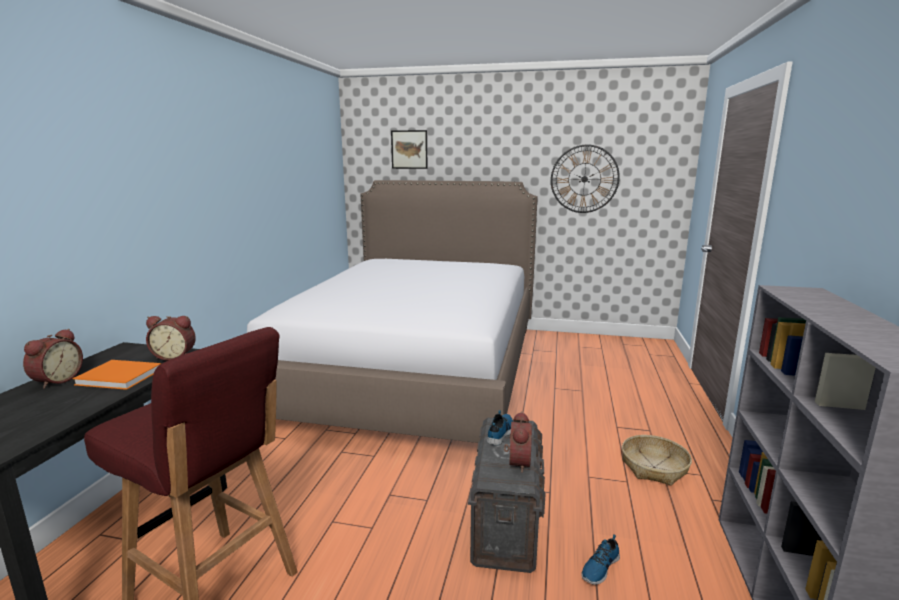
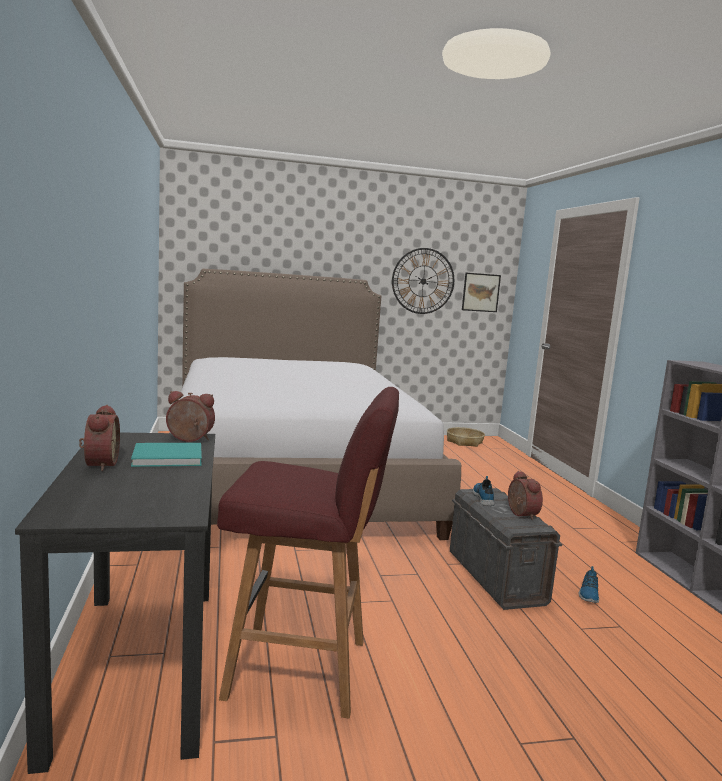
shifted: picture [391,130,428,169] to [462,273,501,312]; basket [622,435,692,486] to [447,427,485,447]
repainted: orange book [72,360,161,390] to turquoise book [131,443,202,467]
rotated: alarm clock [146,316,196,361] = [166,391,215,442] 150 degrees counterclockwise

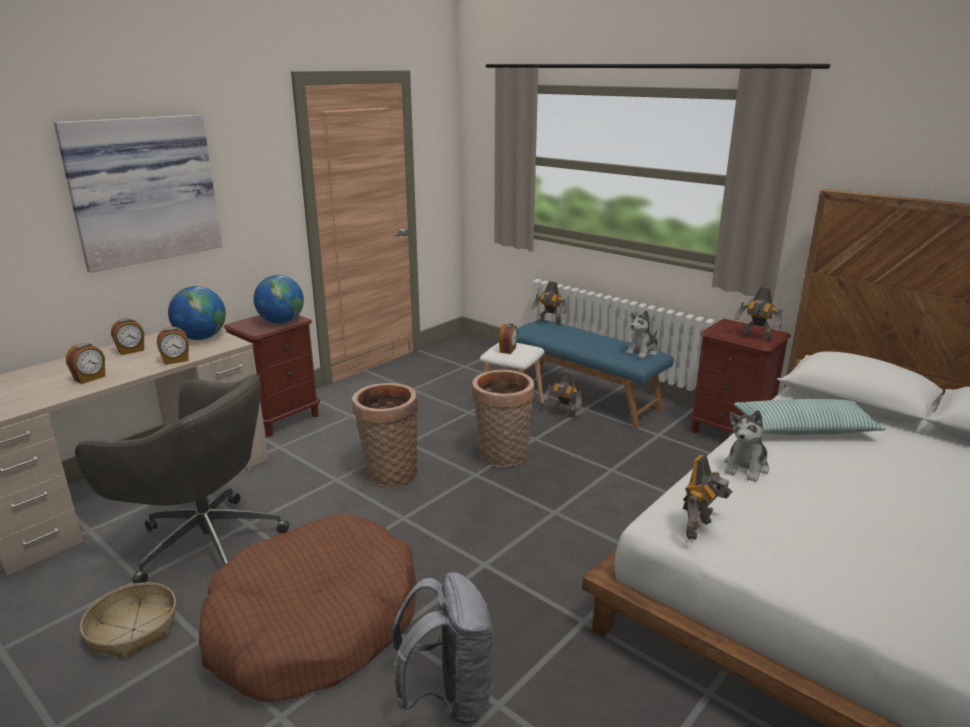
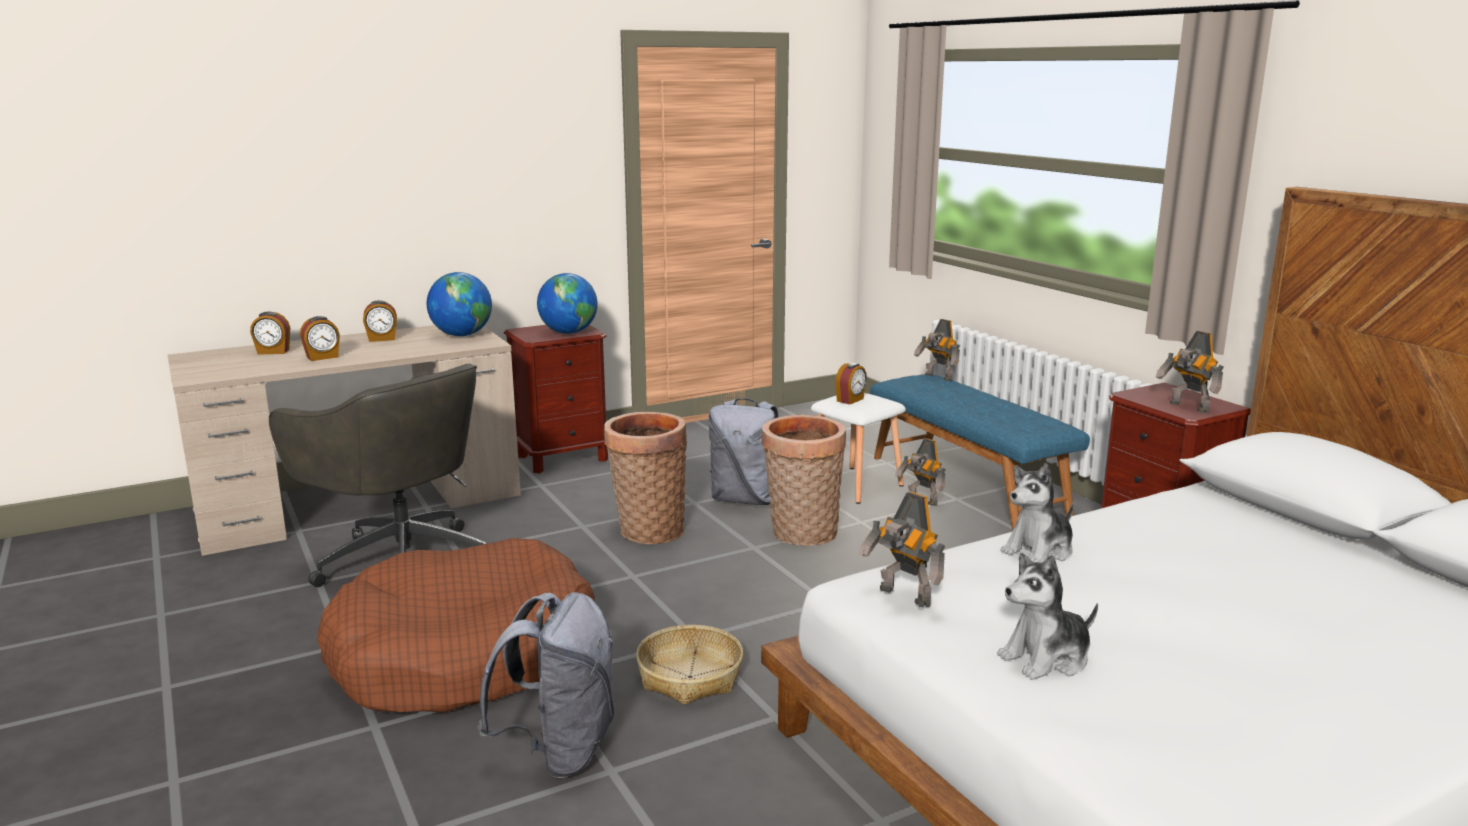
gone: picture [54,114,222,273]; pillow [734,399,886,435]
new: grey backpack [709,398,779,505]
shifted: plush toy [625,310,658,359] to [997,553,1098,680]; alarm clock [157,327,189,365] to [250,312,290,355]; basket [80,582,176,660] to [636,625,743,705]
rotated: toy robot [683,455,732,540] = [858,492,945,608] 75 degrees clockwise

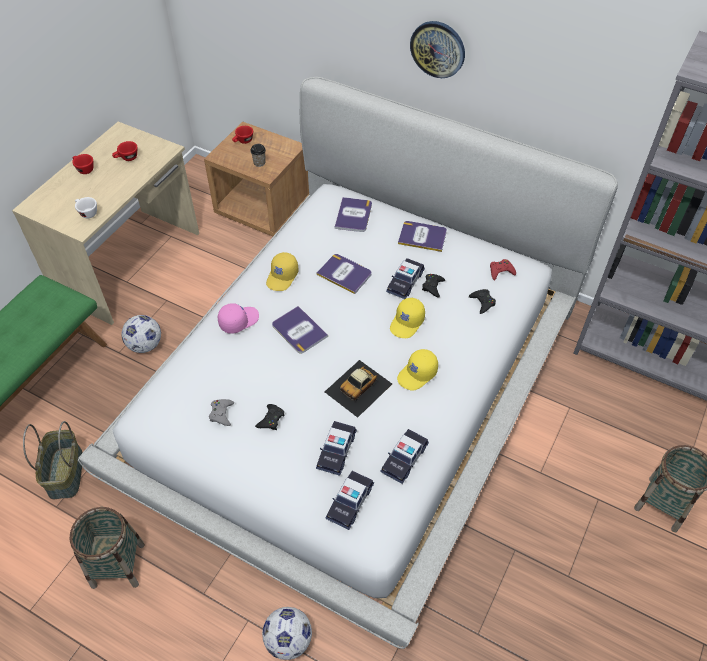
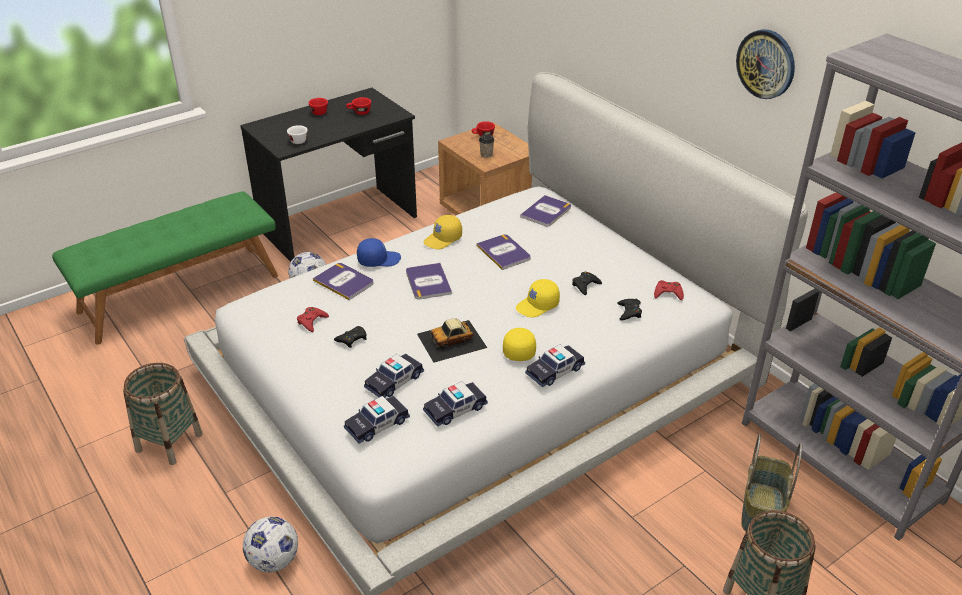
shifted: wall clock [410,21,465,78] to [736,29,795,99]; book [398,221,447,252] to [313,263,374,300]; toy car [386,258,425,299] to [525,344,585,387]; basket [23,421,83,499] to [741,434,802,531]
repainted: beige desk [12,122,199,325] to black desk [240,88,417,262]; pink cap [218,303,259,334] to blue cap [357,238,401,267]; grey game controller [209,399,234,426] to red game controller [297,307,329,332]
rotated: yellow cap [397,349,438,391] = [503,328,536,361] 105 degrees clockwise

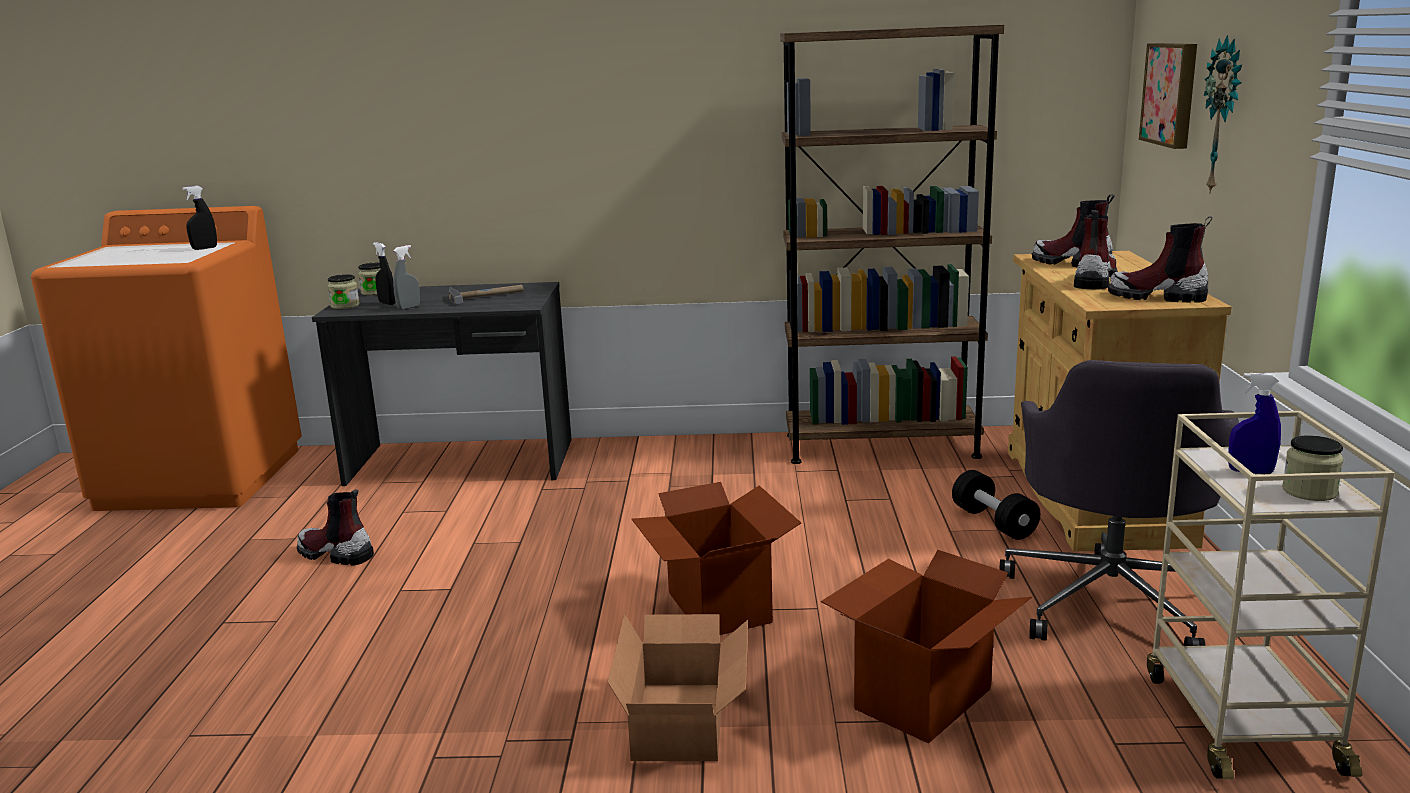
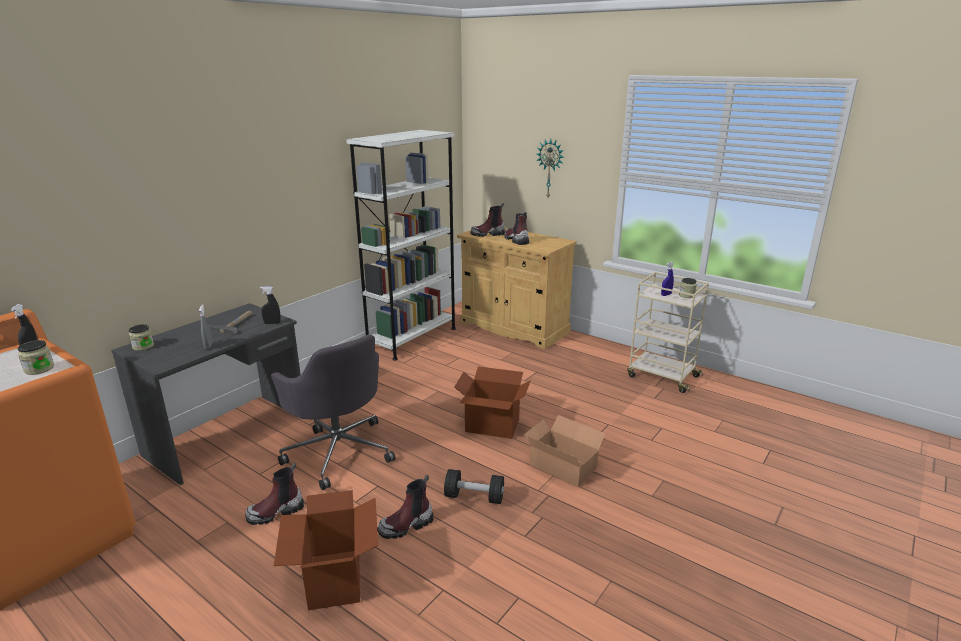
gone: picture [1139,43,1197,149]
shifted: boot [1108,216,1213,303] to [377,475,434,539]; black spray bottle [373,242,396,305] to [260,286,281,324]; jar [327,274,360,309] to [17,340,54,375]; grey office chair [999,360,1239,646] to [271,335,396,490]; black dumbbell [952,470,1040,540] to [444,469,504,504]; cardboard box [821,550,1032,744] to [274,490,378,610]
repainted: brown bookcase [780,25,1004,464] to white bookcase [346,130,456,361]

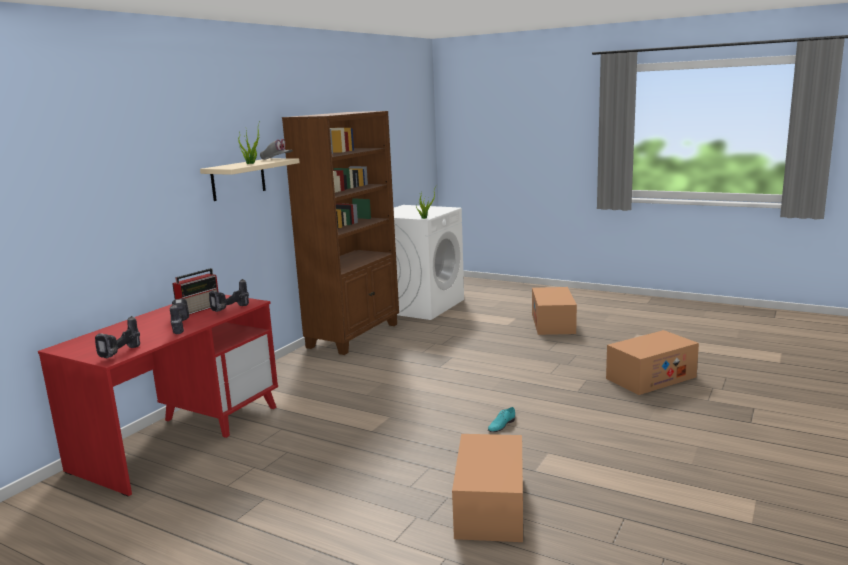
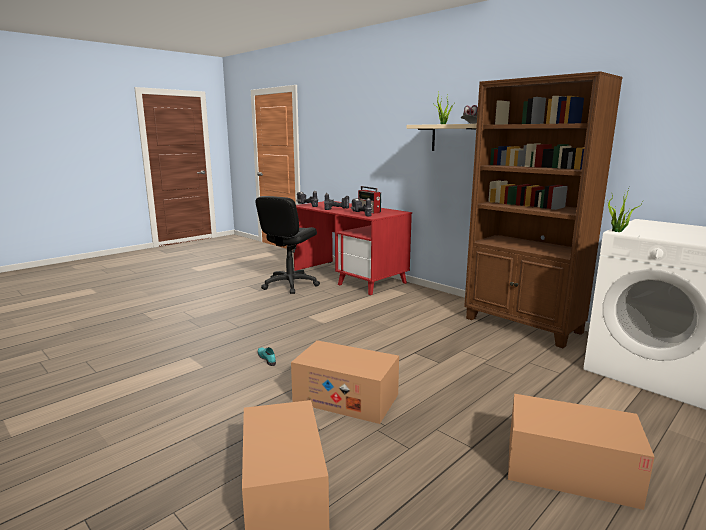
new: black office chair [255,196,320,294]
shifted: cardboard box [452,434,523,542] to [291,340,399,424]

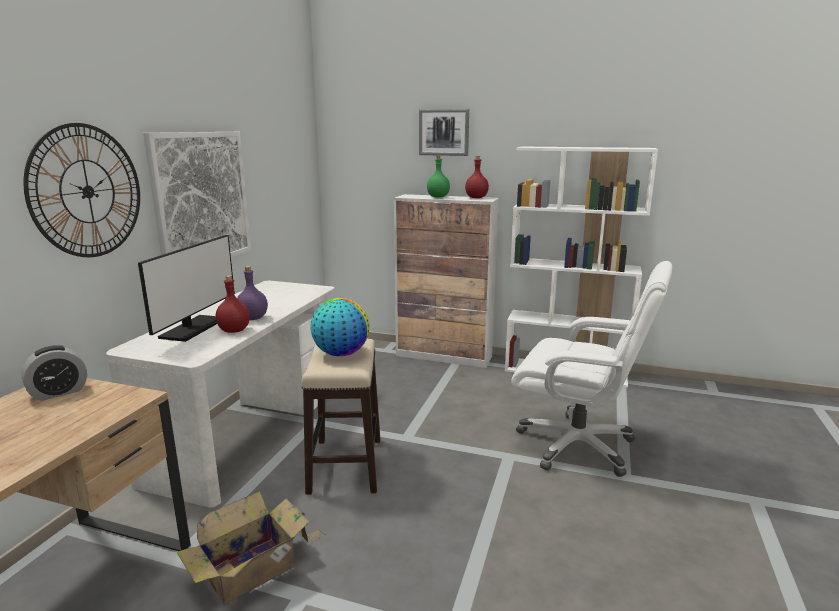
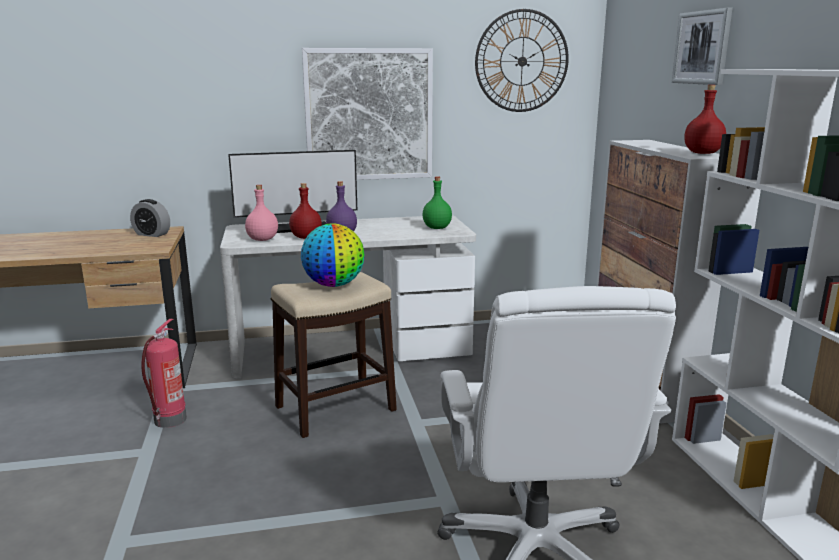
new: pink bottle [245,185,278,241]
shifted: wall clock [23,123,140,257] to [475,9,569,112]; green bottle [427,156,450,198] to [422,176,452,229]
swapped: cardboard box [177,491,326,605] to fire extinguisher [141,319,187,428]

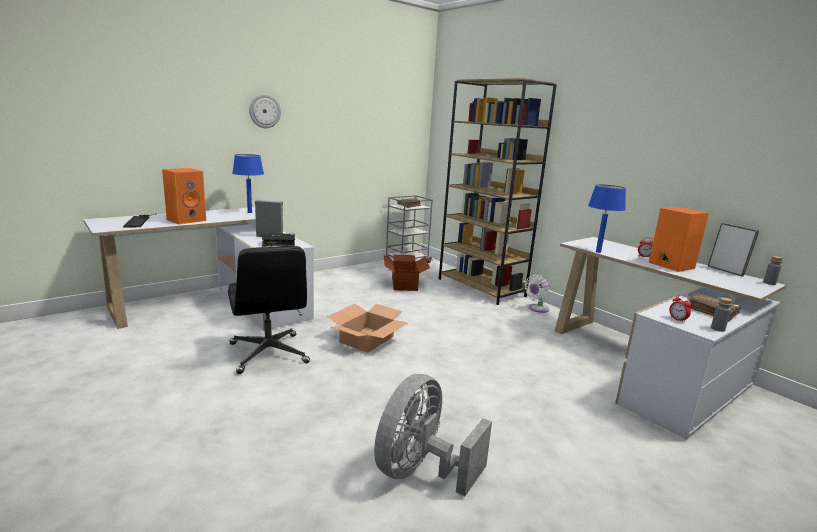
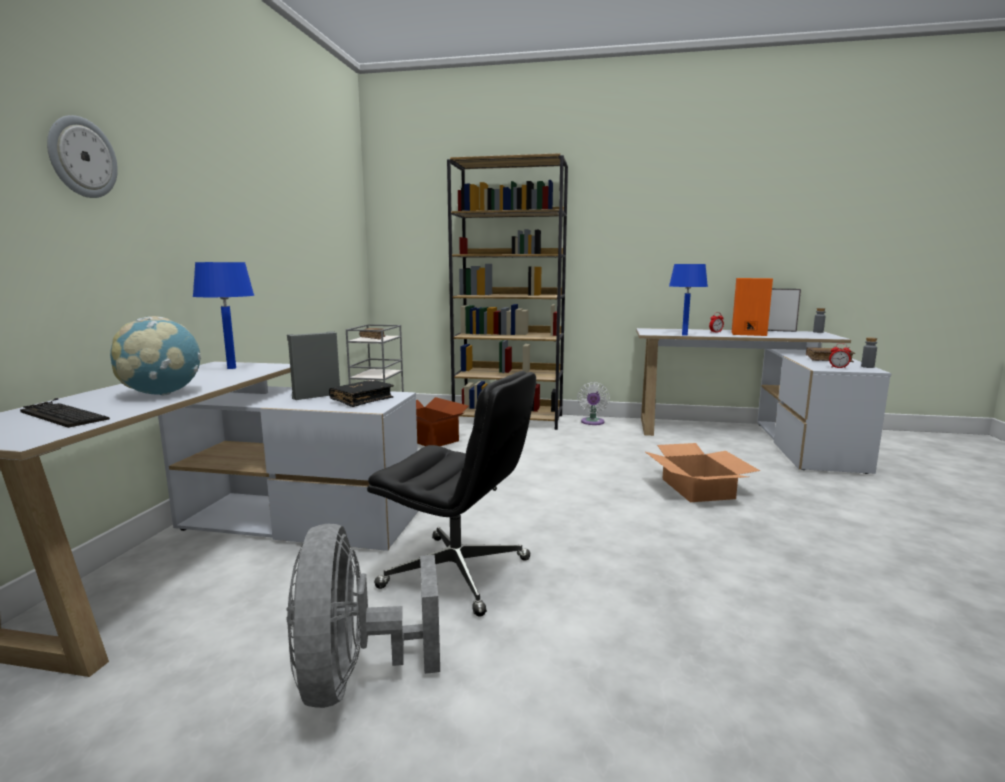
shifted: wall clock [249,94,281,128] to [47,115,118,198]; cardboard box [327,304,408,353] to [646,443,760,502]; grey fan [374,374,492,496] to [286,524,440,708]
swapped: orange speaker [162,168,206,224] to globe [110,316,201,396]

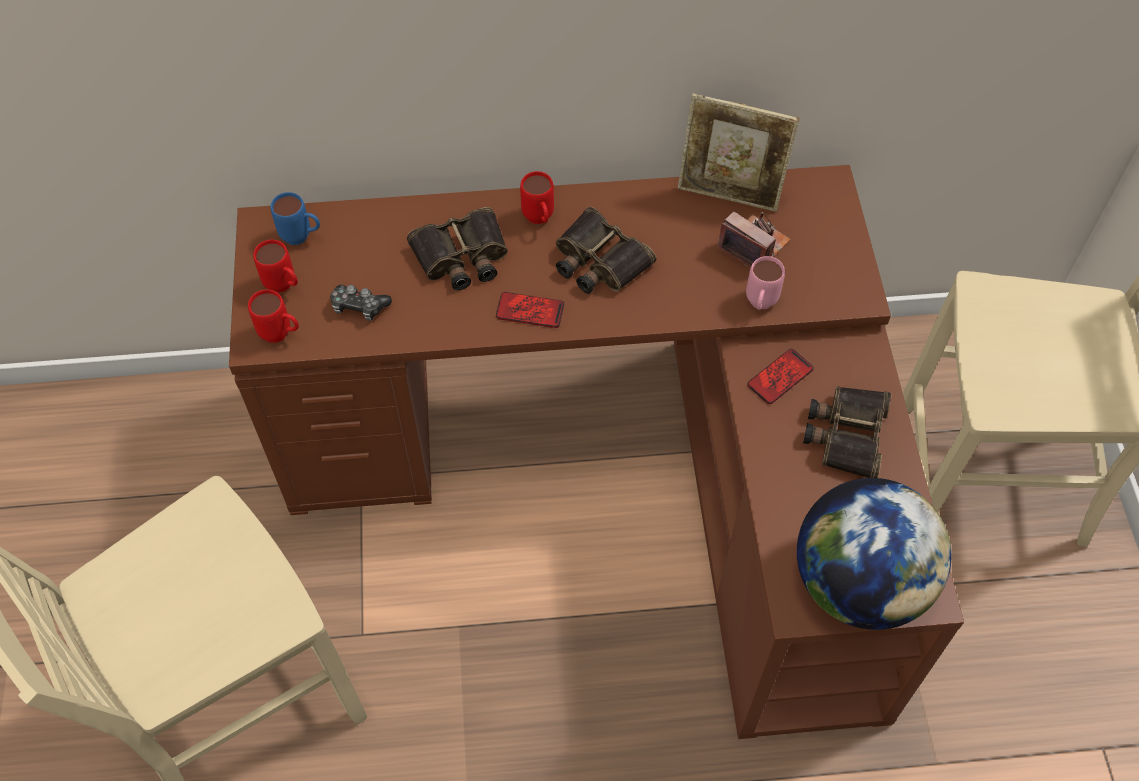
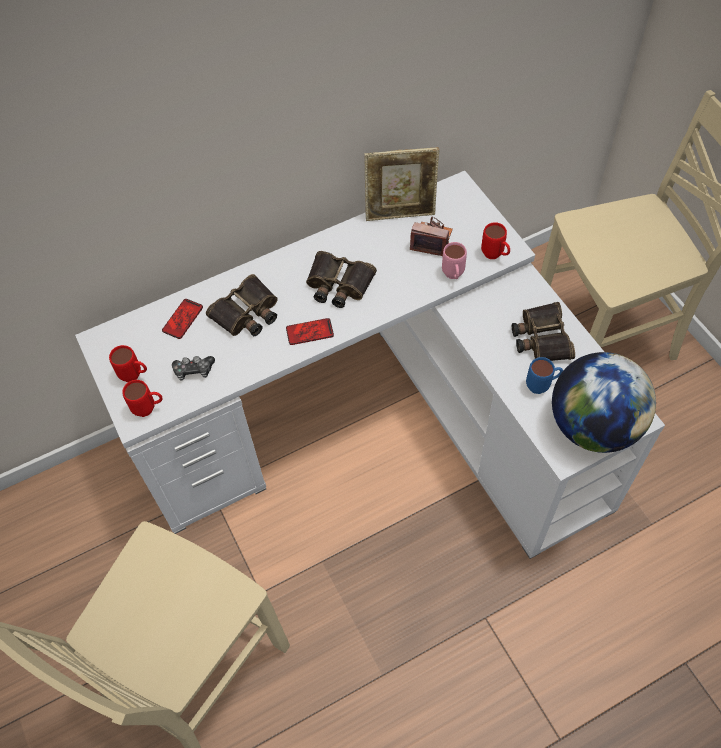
shifted: red mug [520,171,554,224] to [481,222,510,259]; blue mug [271,192,320,245] to [526,357,563,394]; phone [748,349,814,404] to [162,299,203,339]
repainted: brown desk [229,165,964,739] to white desk [75,171,665,559]

